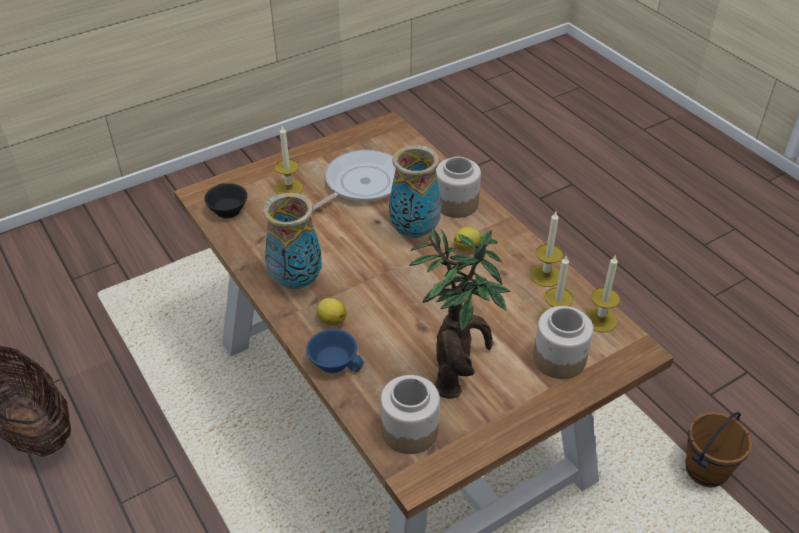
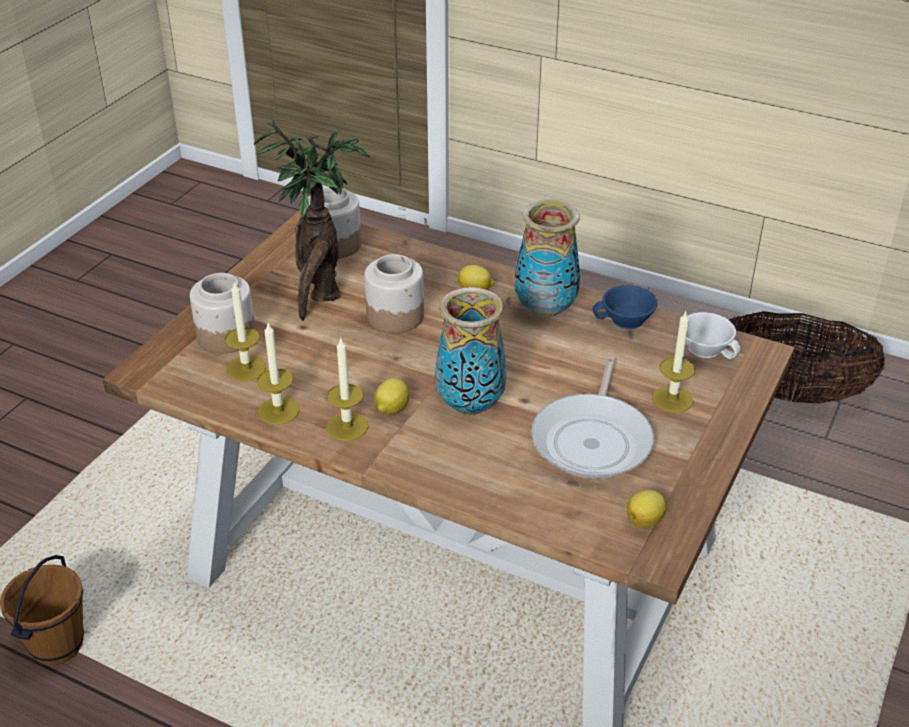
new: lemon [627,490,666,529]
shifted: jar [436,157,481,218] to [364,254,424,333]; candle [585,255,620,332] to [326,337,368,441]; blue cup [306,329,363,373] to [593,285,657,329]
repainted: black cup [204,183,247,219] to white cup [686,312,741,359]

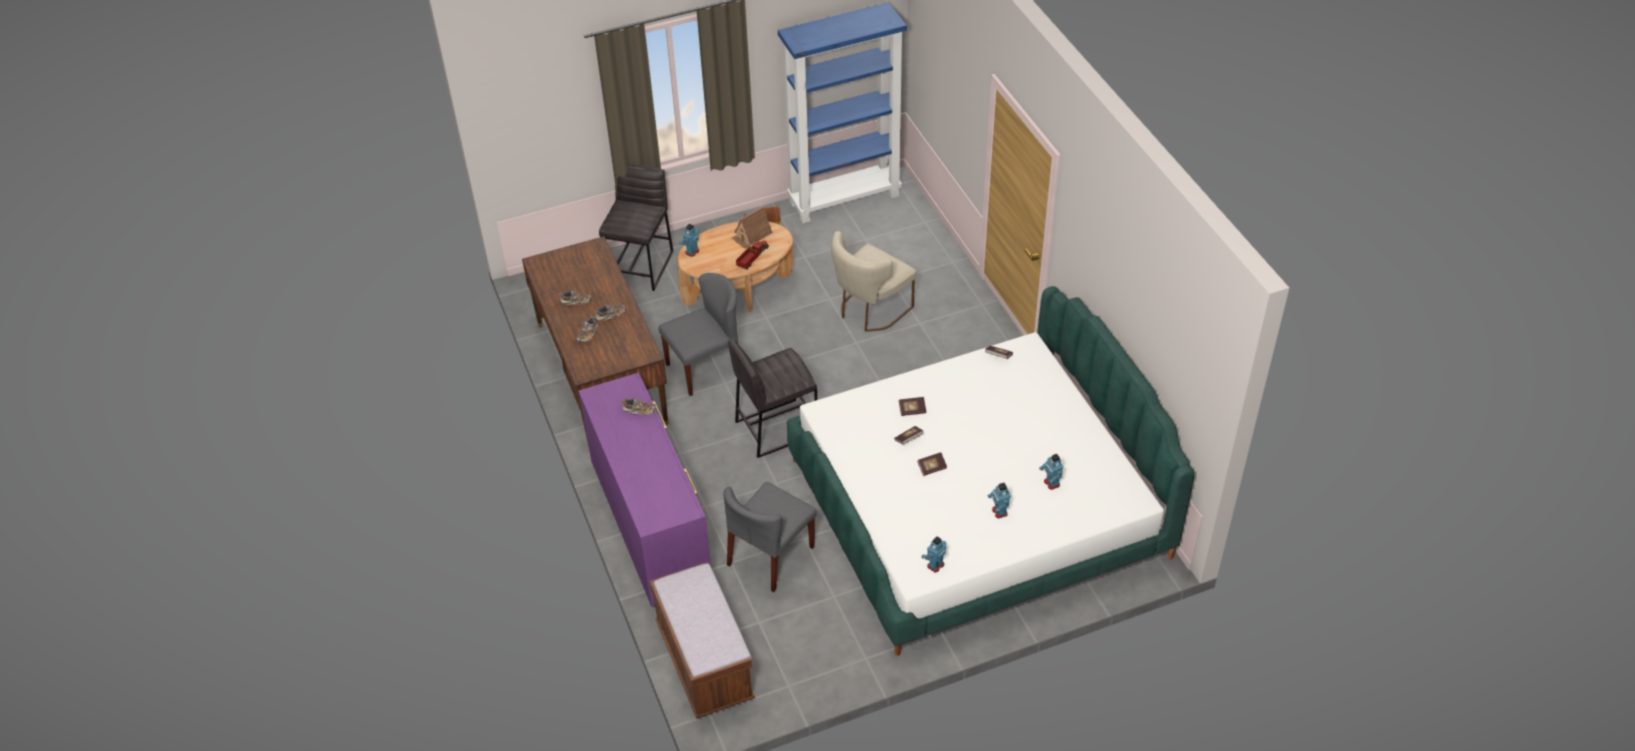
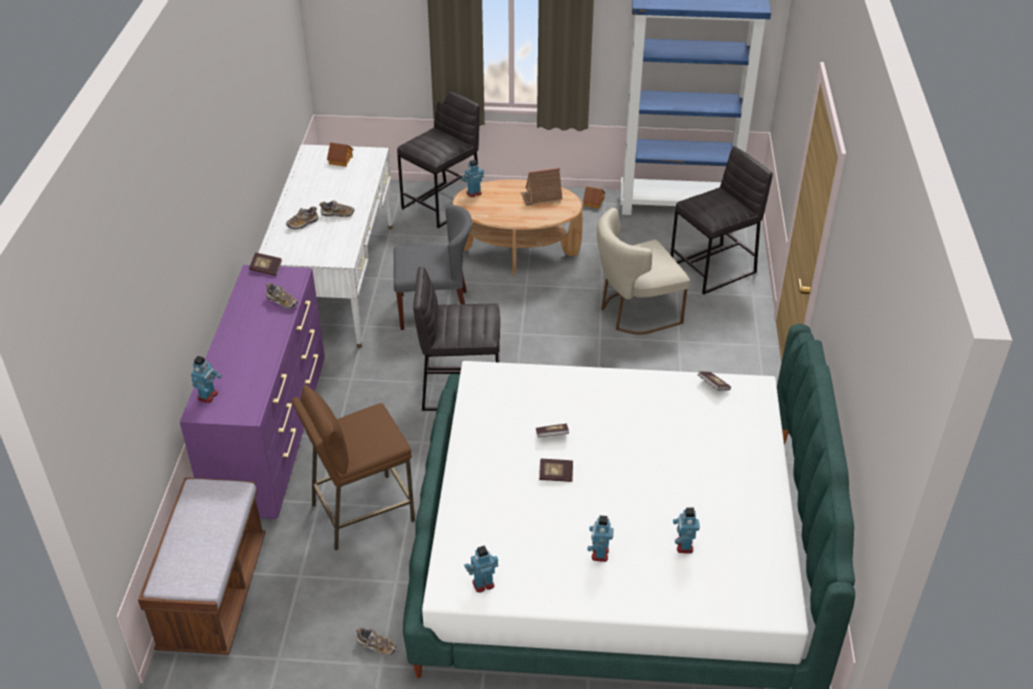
gone: toy truck [736,240,769,270]
new: toy house [327,143,354,167]; grey stool [671,147,773,295]; toy robot [191,356,222,403]
shifted: shoe [559,290,591,305] to [356,628,396,656]; book [899,397,926,416] to [249,253,282,276]
swapped: grey chair [723,482,817,592] to brown stool [292,385,415,551]
repainted: brown desk [522,236,668,447] to white desk [258,144,393,348]

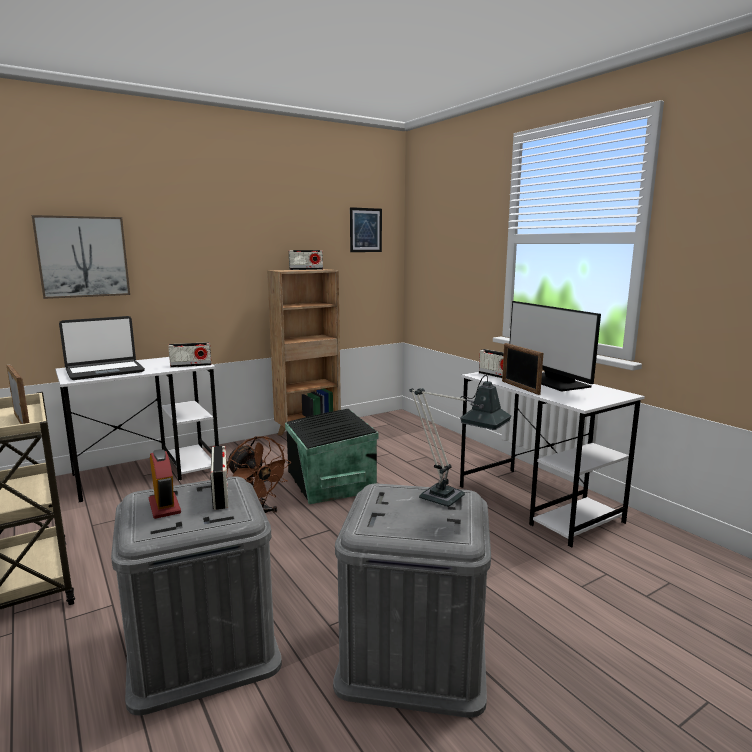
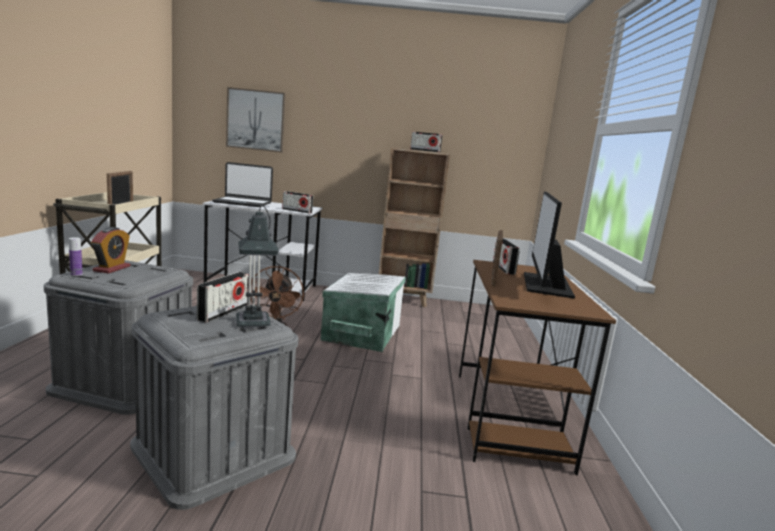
gone: picture [350,207,382,252]
new: bottle [69,237,83,276]
shifted: radio [210,446,228,510] to [197,272,248,322]
repainted: white desk [460,371,645,548] to brown desk [459,260,616,475]; black storage box [285,409,378,504] to white storage box [321,273,406,352]

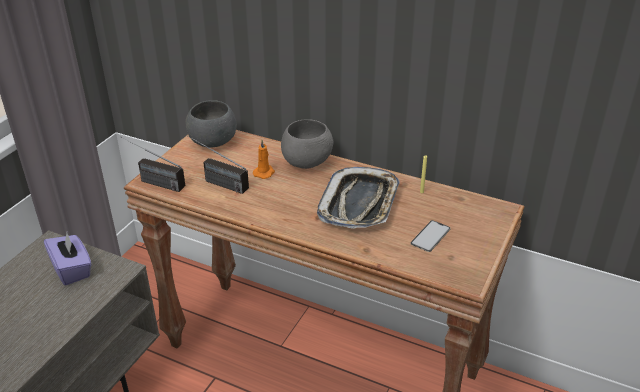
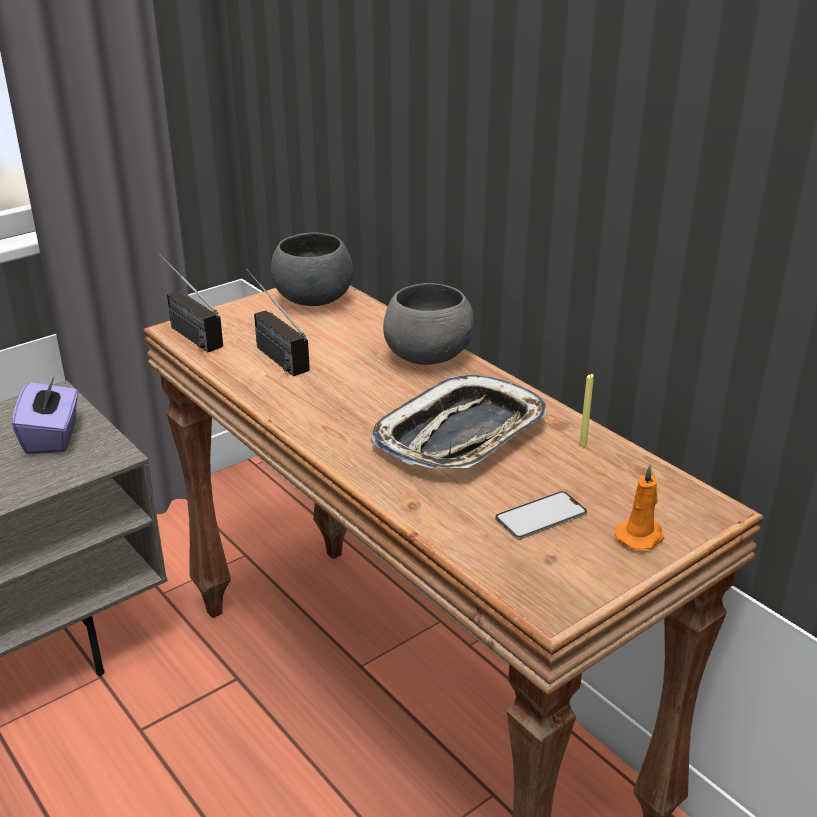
shifted: orange candle [253,140,275,179] to [614,464,664,551]

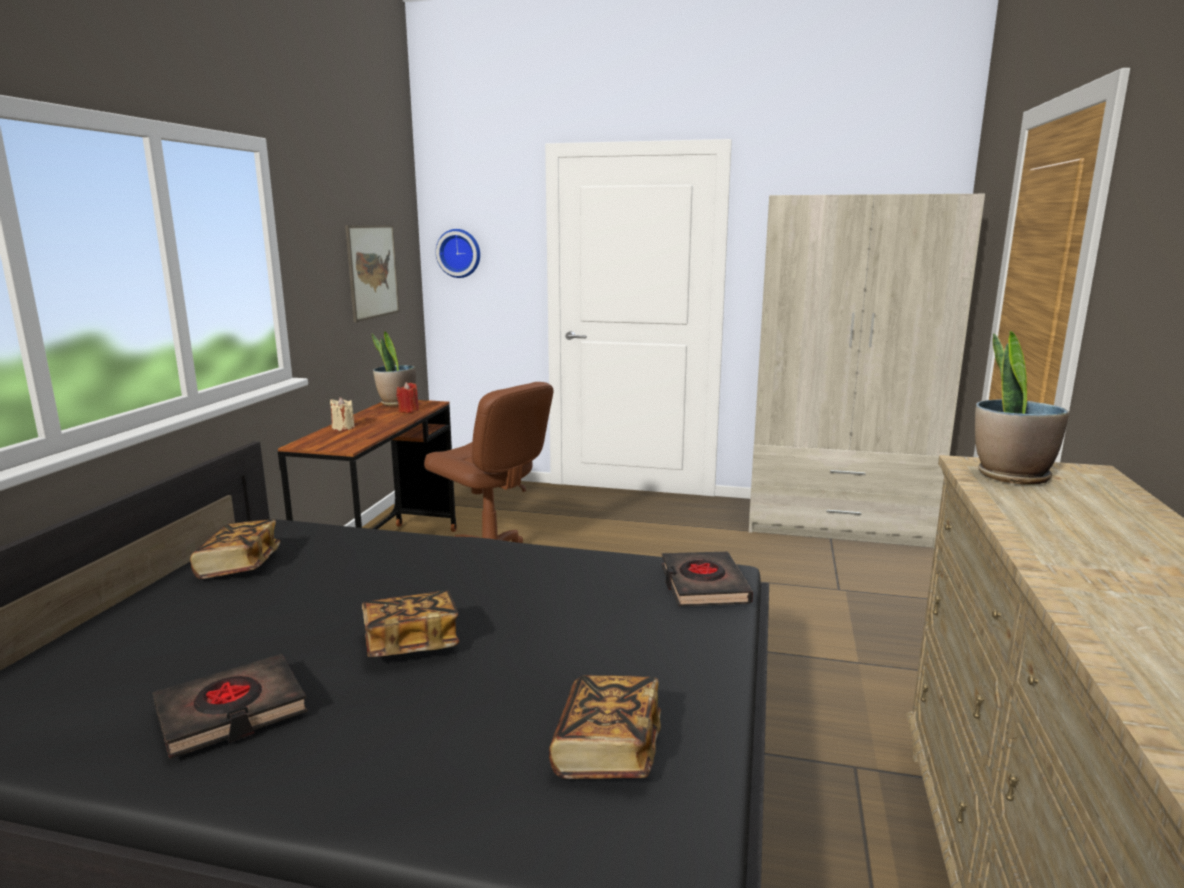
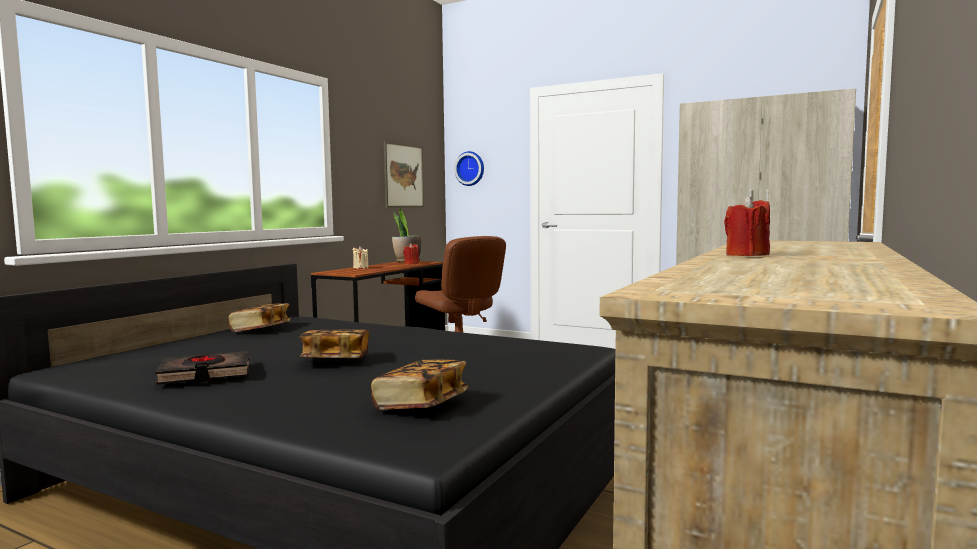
gone: potted plant [975,331,1069,484]; black book [662,552,753,606]
new: red candle [724,196,770,256]

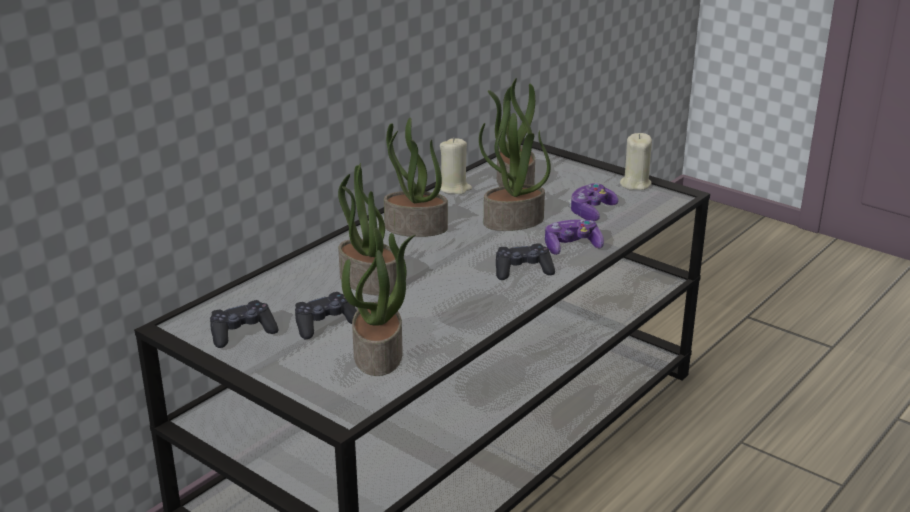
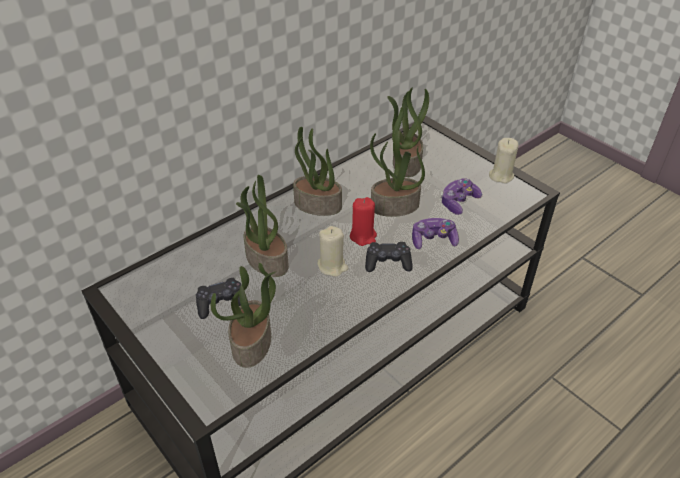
gone: black game controller [210,300,278,348]
new: red candle [350,197,377,246]
shifted: beige candle [440,137,472,194] to [317,226,348,277]

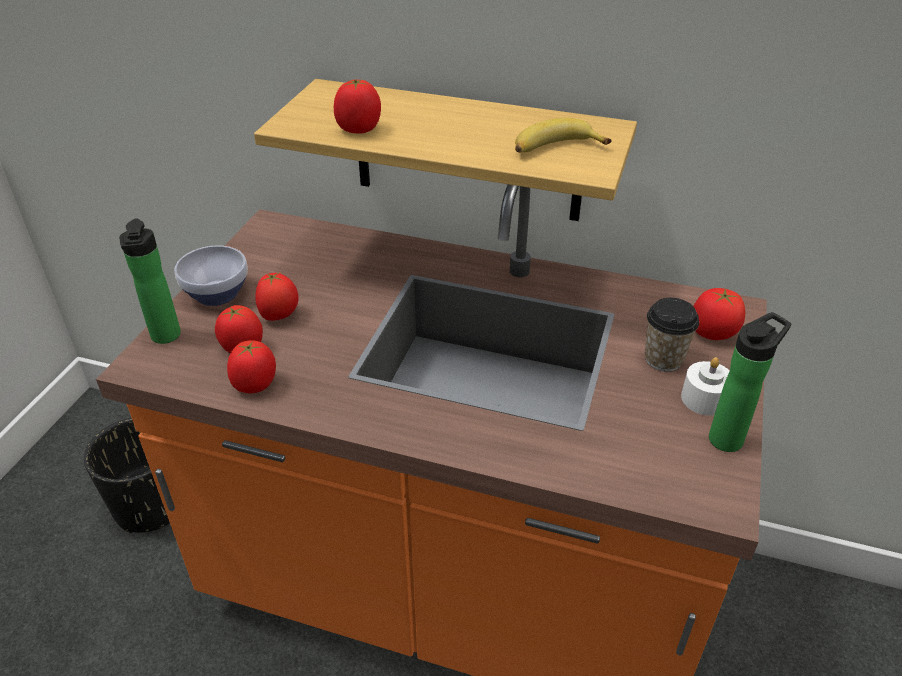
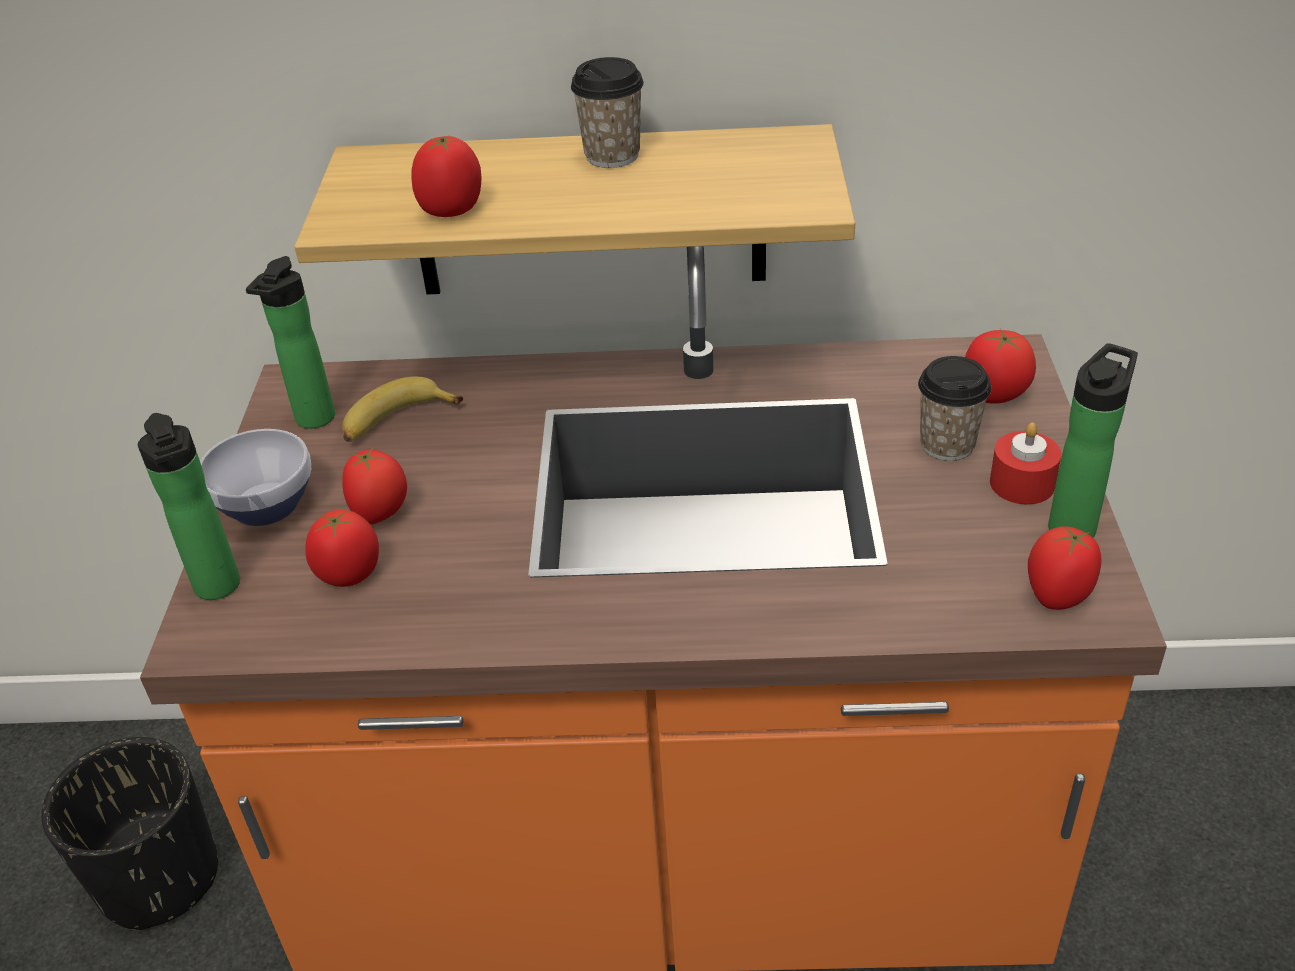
new: cup [571,57,644,168]; bottle [246,256,335,429]
shifted: banana [515,118,612,153] to [342,376,463,442]; tomato [227,340,276,393] to [1028,526,1102,610]
repainted: white candle [681,357,730,416] to red candle [990,422,1061,505]

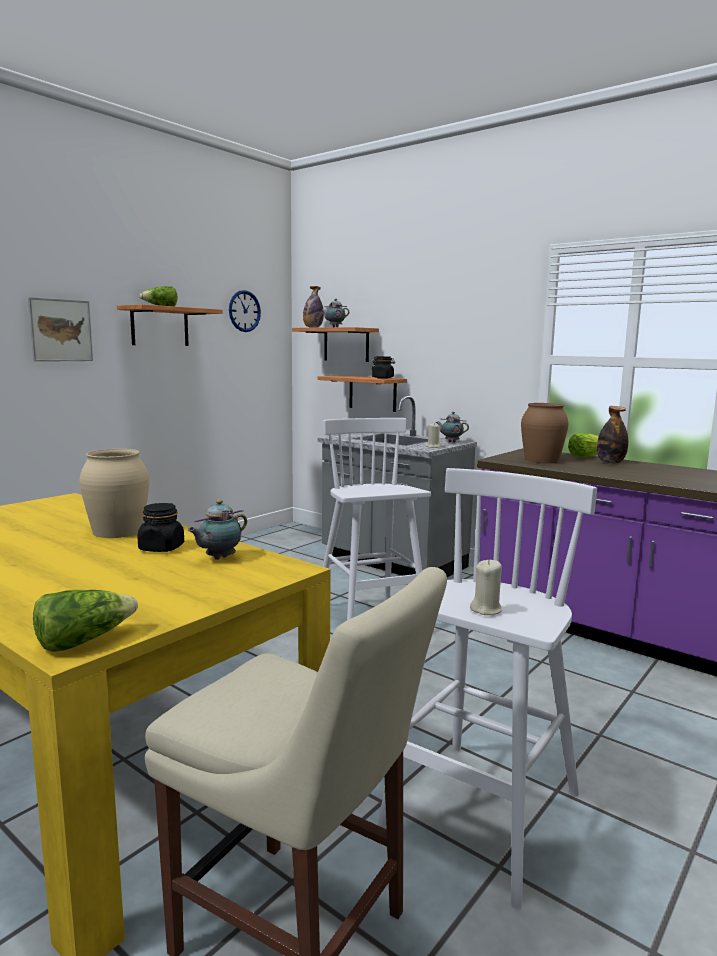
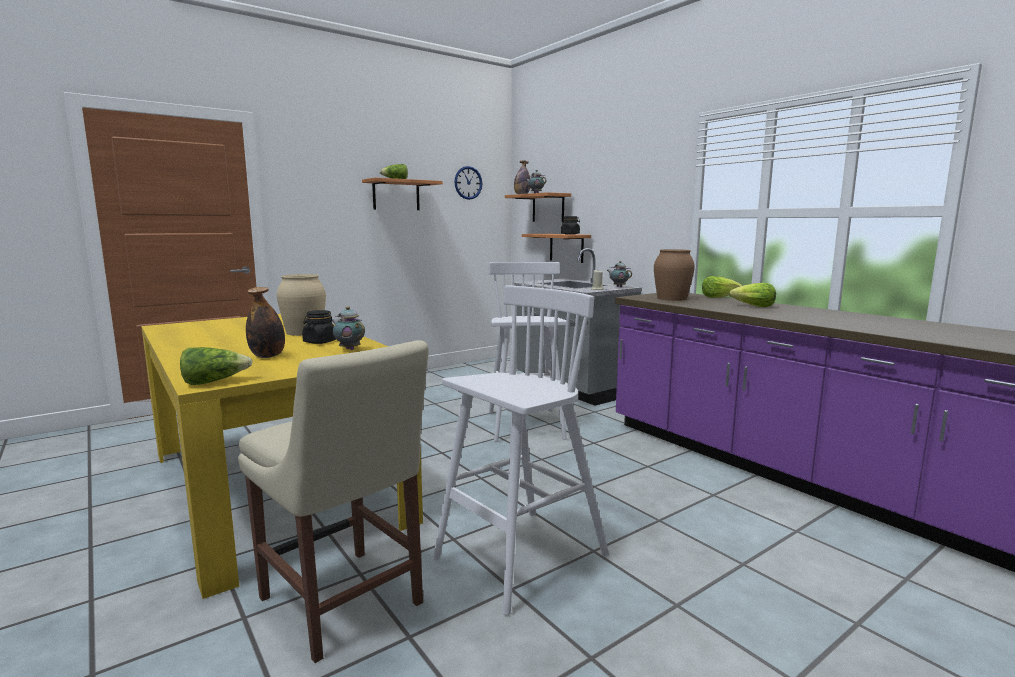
gone: picture [28,297,93,362]; beige candle [470,559,502,615]
new: lettuce [729,283,776,307]
shifted: bottle [597,406,628,464] to [246,287,285,358]
rotated: teapot [188,500,247,560] = [332,306,365,350] 75 degrees clockwise

